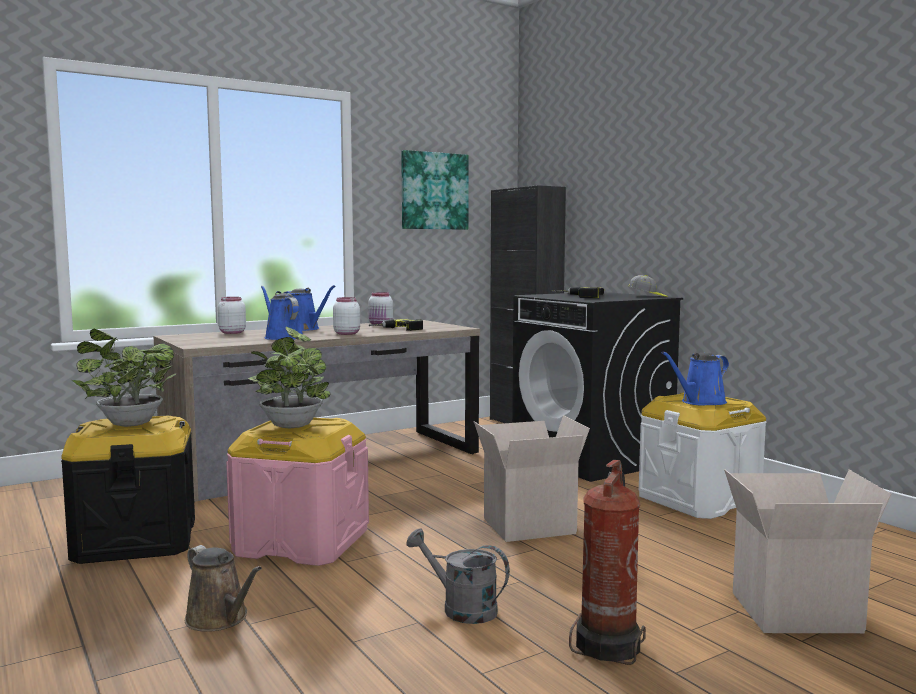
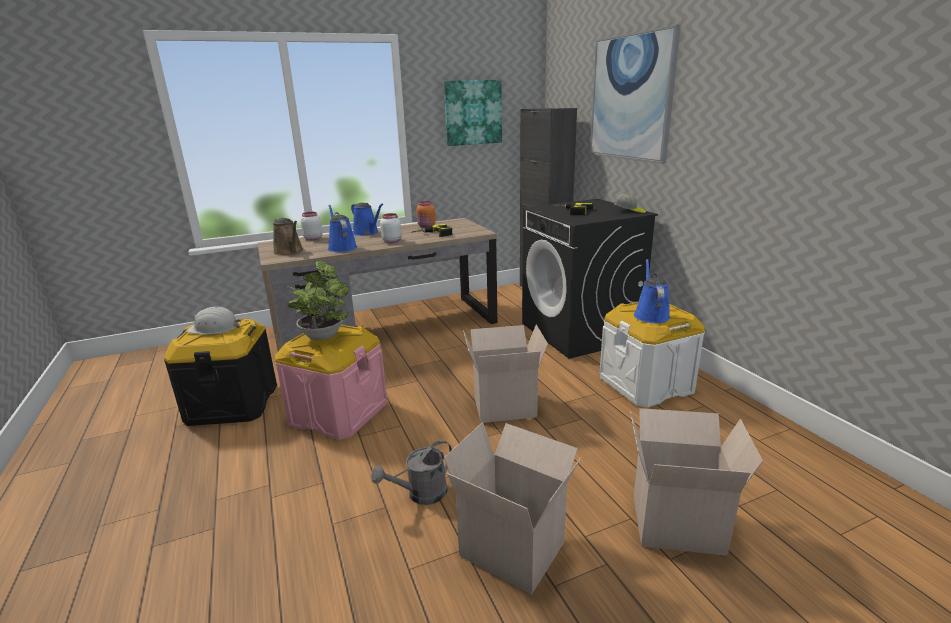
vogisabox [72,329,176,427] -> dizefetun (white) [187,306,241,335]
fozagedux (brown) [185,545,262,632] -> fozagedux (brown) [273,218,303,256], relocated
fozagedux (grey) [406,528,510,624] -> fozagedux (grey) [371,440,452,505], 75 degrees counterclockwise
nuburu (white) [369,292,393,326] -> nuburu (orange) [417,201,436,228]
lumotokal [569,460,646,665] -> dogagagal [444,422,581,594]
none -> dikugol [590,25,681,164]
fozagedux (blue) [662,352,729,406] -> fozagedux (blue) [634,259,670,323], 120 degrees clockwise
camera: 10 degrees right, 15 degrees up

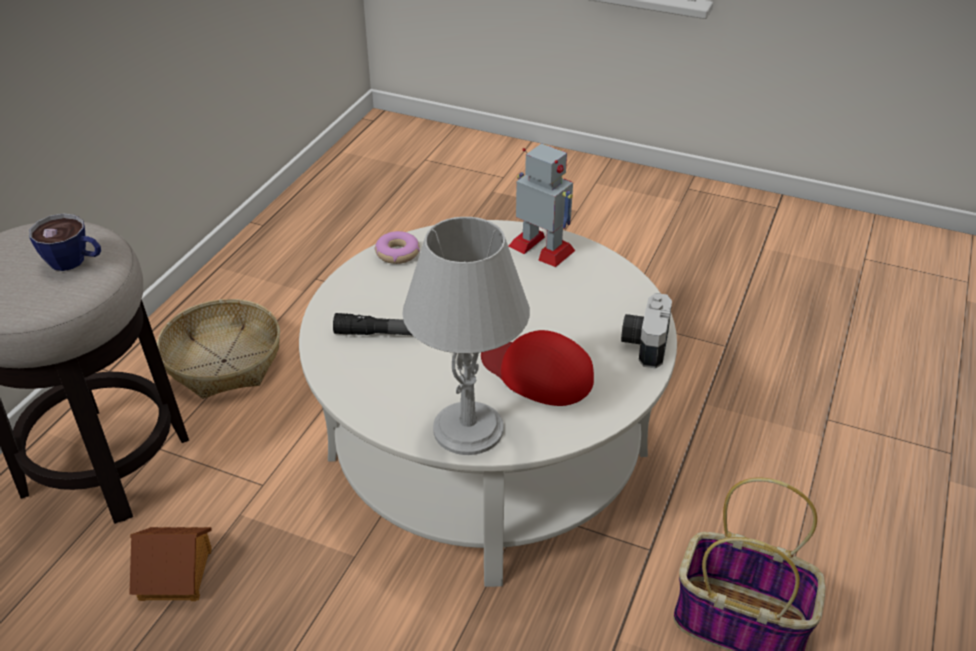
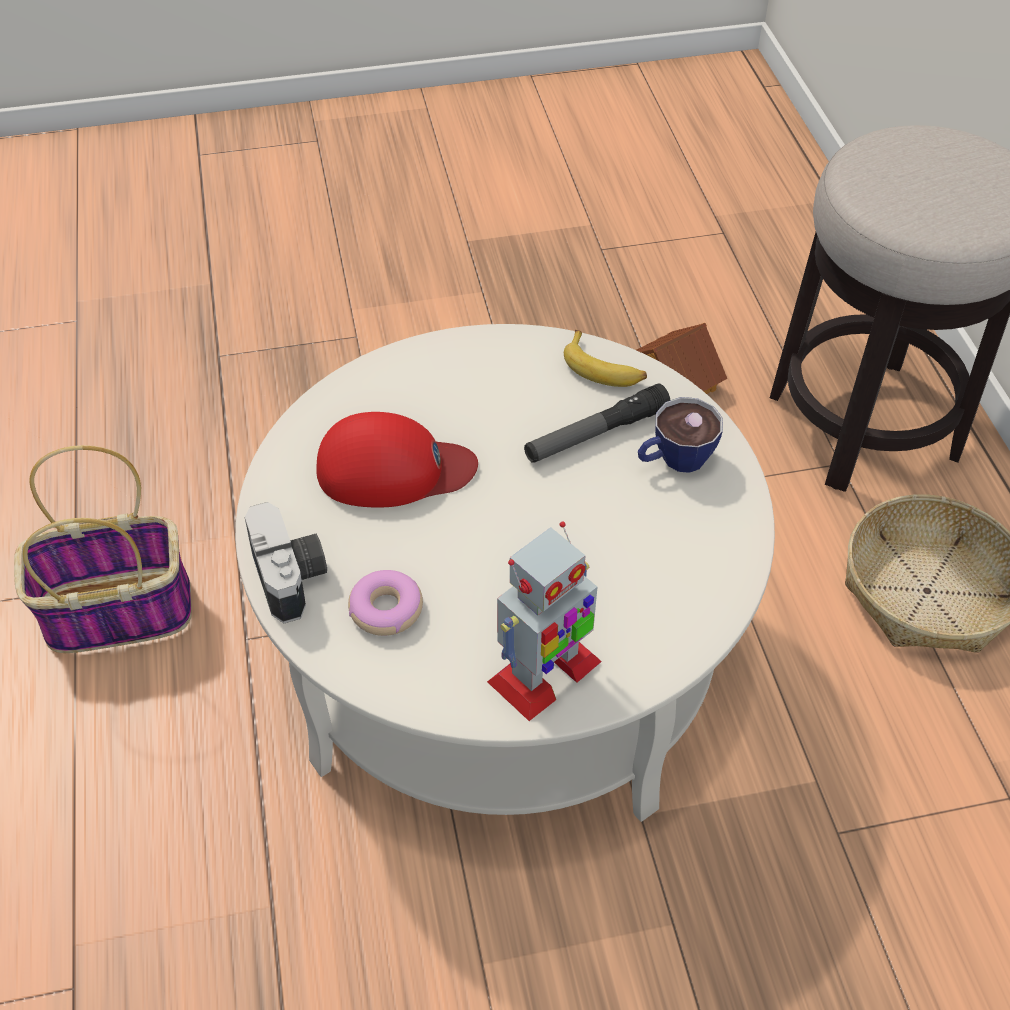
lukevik [375,231,420,264] -> lukevik [348,570,423,636], relocated
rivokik [508,143,575,267] -> rivokik [487,521,602,721], 45 degrees counterclockwise
none -> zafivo [564,330,647,387]
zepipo [29,213,101,271] -> zepipo [638,397,723,473], relocated
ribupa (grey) [402,217,530,455] -> none
camera: 145 degrees right, 10 degrees up

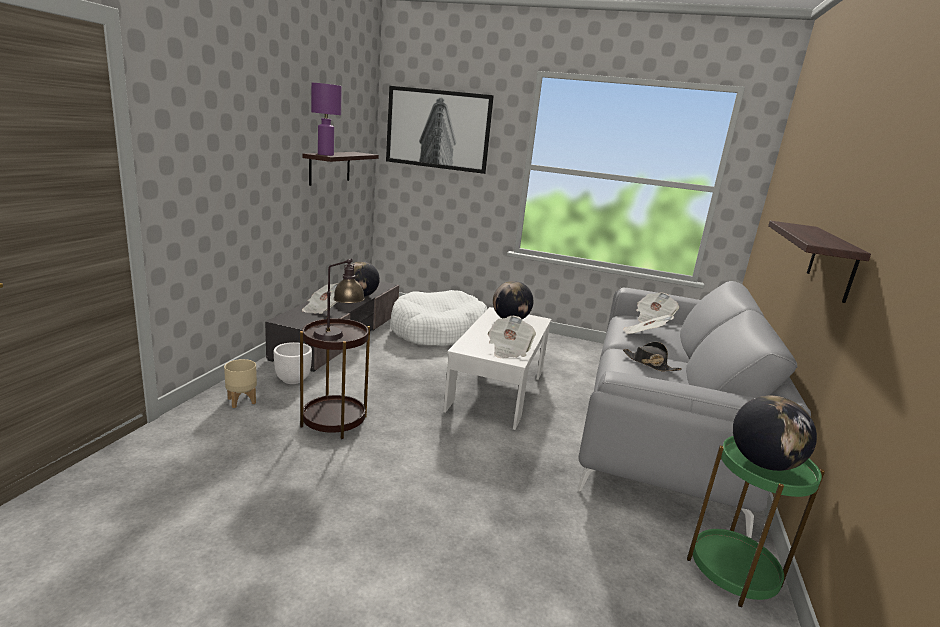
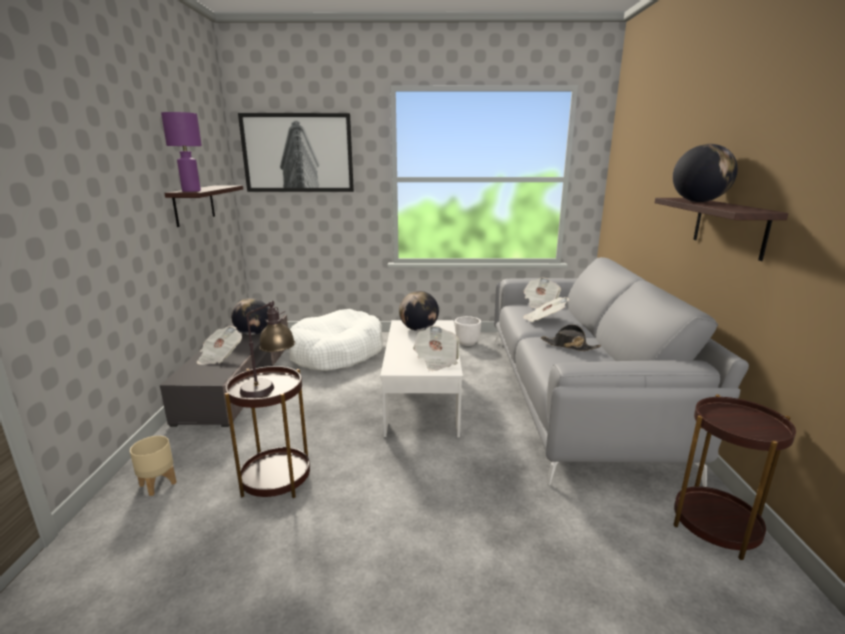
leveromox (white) [274,342,312,384] -> leveromox (white) [455,316,481,346], relocated
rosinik [733,396,817,471] -> rosinik [673,144,738,202], relocated
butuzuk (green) [687,436,825,607] -> butuzuk (brown) [674,394,796,560]
camera: 15 degrees left, 0 degrees up

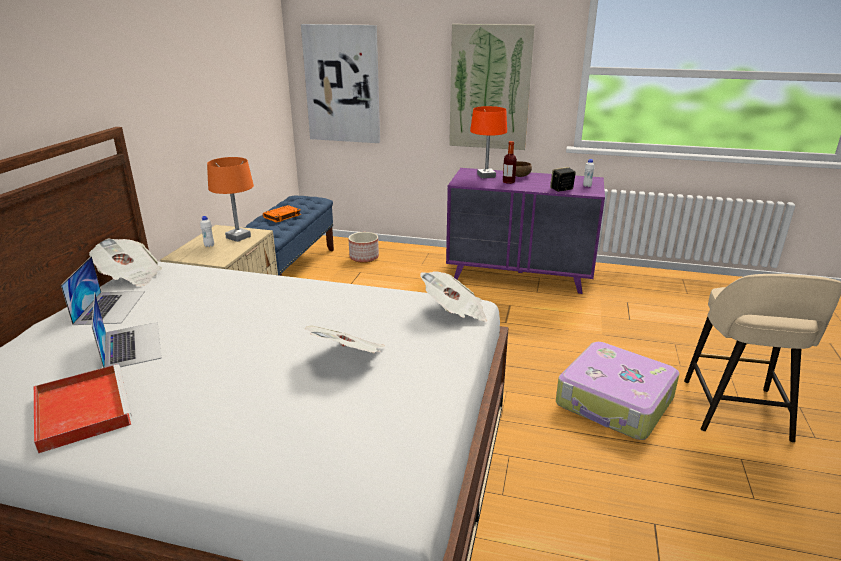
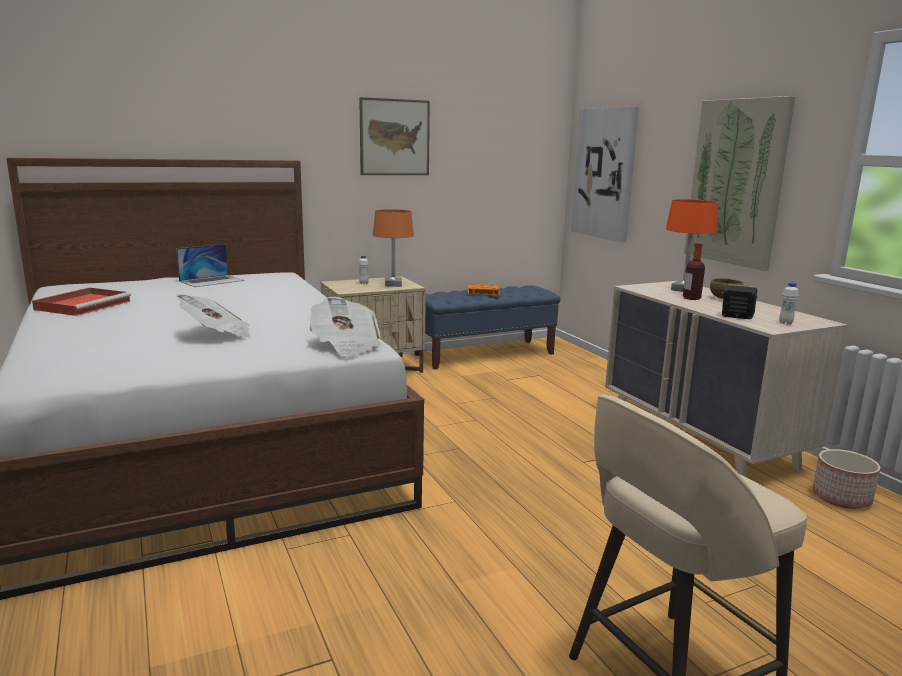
none -> dikugol [359,97,430,175]
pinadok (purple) [446,168,605,294] -> pinadok (beige) [605,281,848,478]
leveromox [348,232,379,263] -> leveromox [813,449,880,509], relocated
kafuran [89,238,162,286] -> none
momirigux [92,292,162,368] -> none
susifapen [556,342,680,440] -> none
camera: 50 degrees right, 10 degrees down

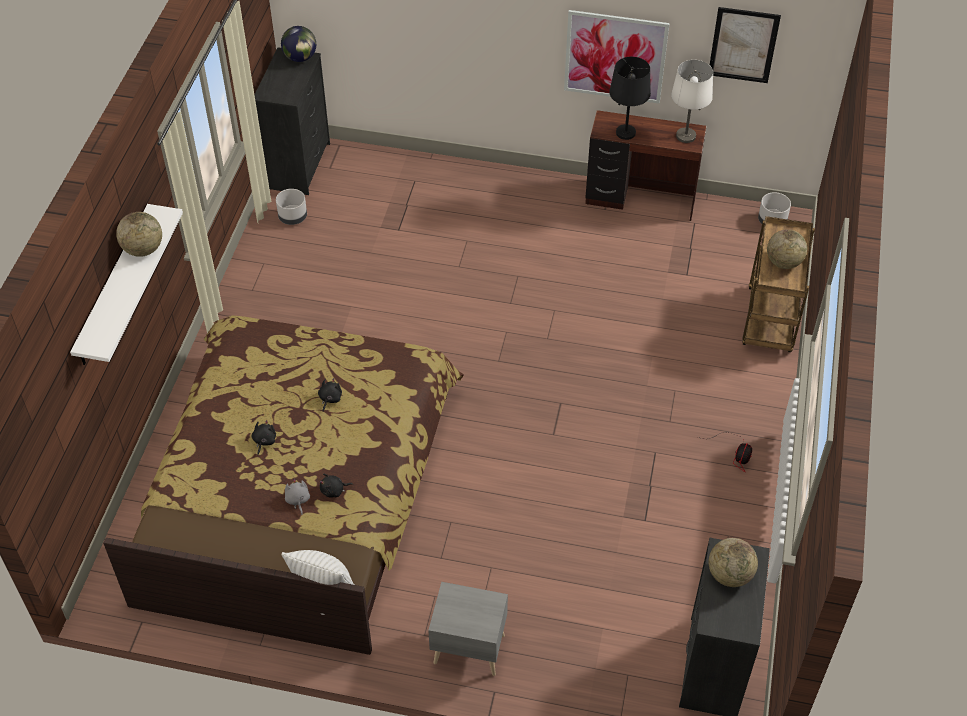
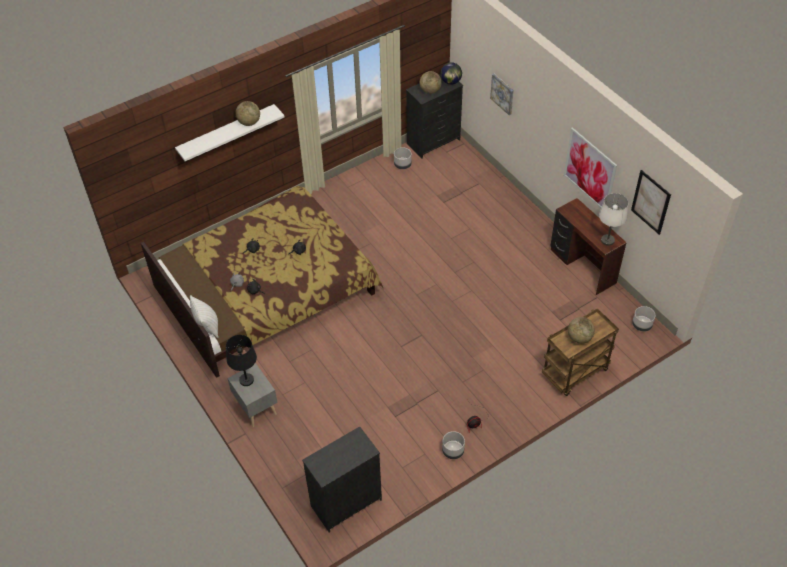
ribupa (black) [609,57,651,140] -> ribupa (black) [226,335,257,386], relocated
rosinik [708,538,758,587] -> rosinik [420,71,442,94], relocated
none -> leveromox (grey) [442,431,465,459]
none -> dikugol [490,74,514,115]
camera: 45 degrees right, 0 degrees up

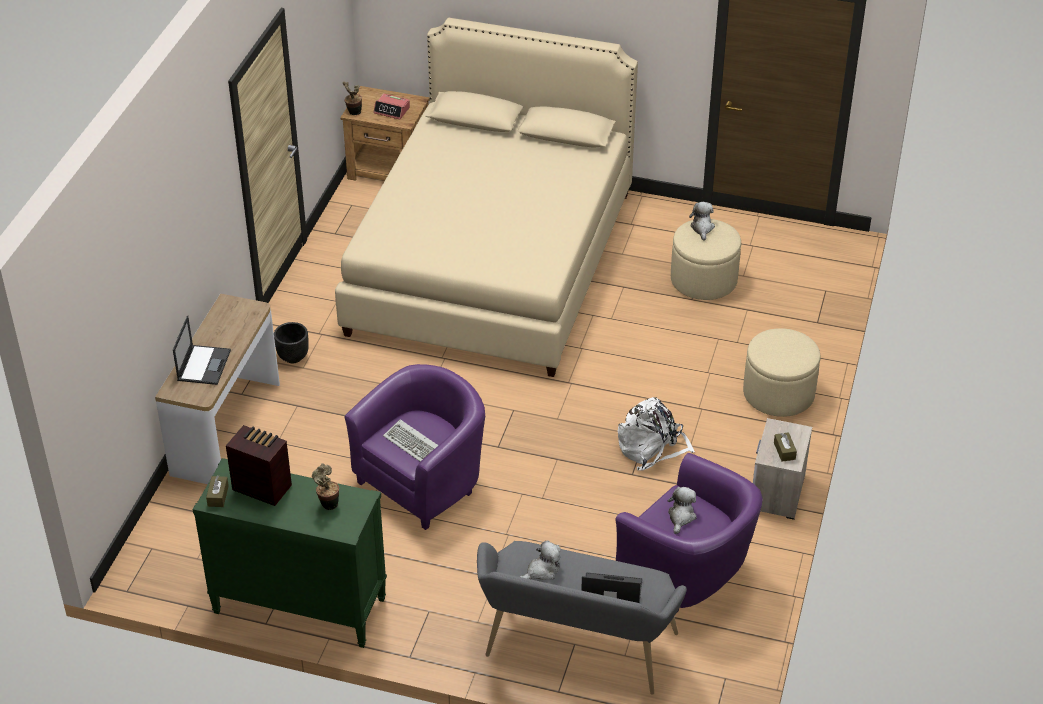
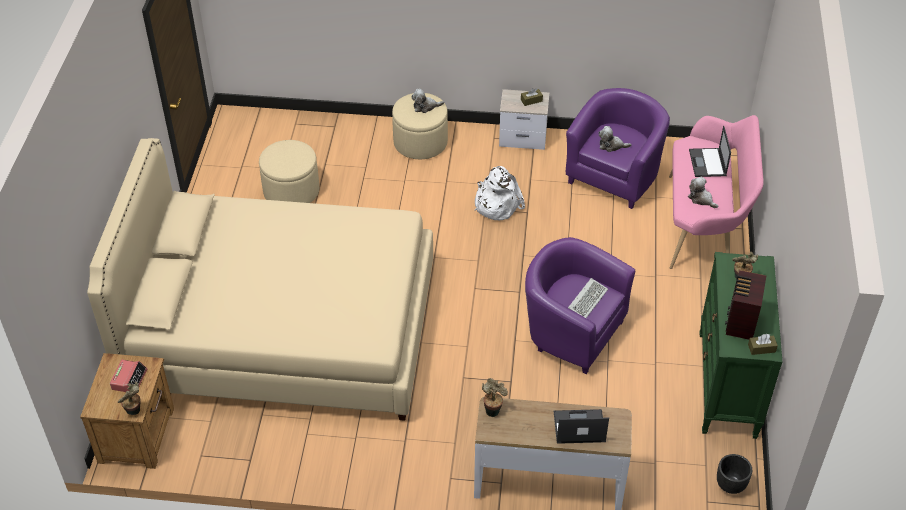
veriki [689,202,715,241] -> veriki [411,89,444,113], relocated
none -> vogisabox [482,378,508,417]
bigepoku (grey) [477,541,687,695] -> bigepoku (pink) [669,115,764,269]
leveromox (black) [274,322,309,363] -> leveromox (black) [717,454,752,494], relocated
camera: 100 degrees left, 5 degrees up

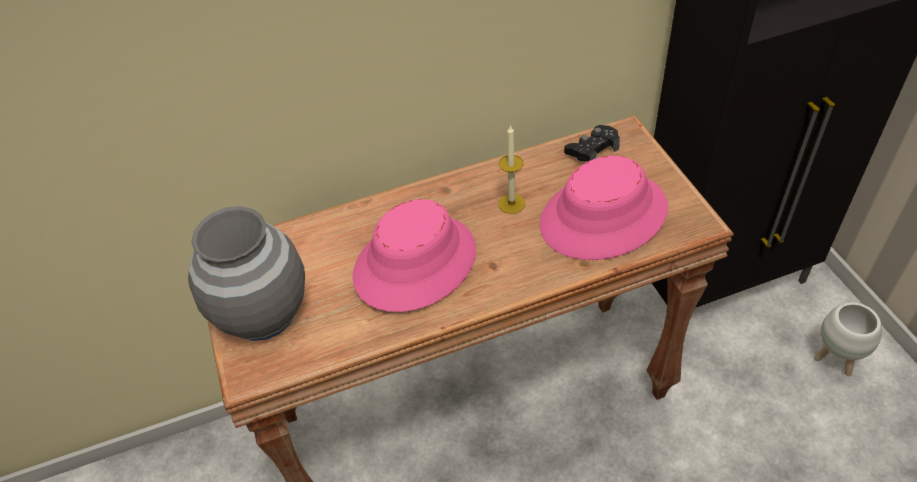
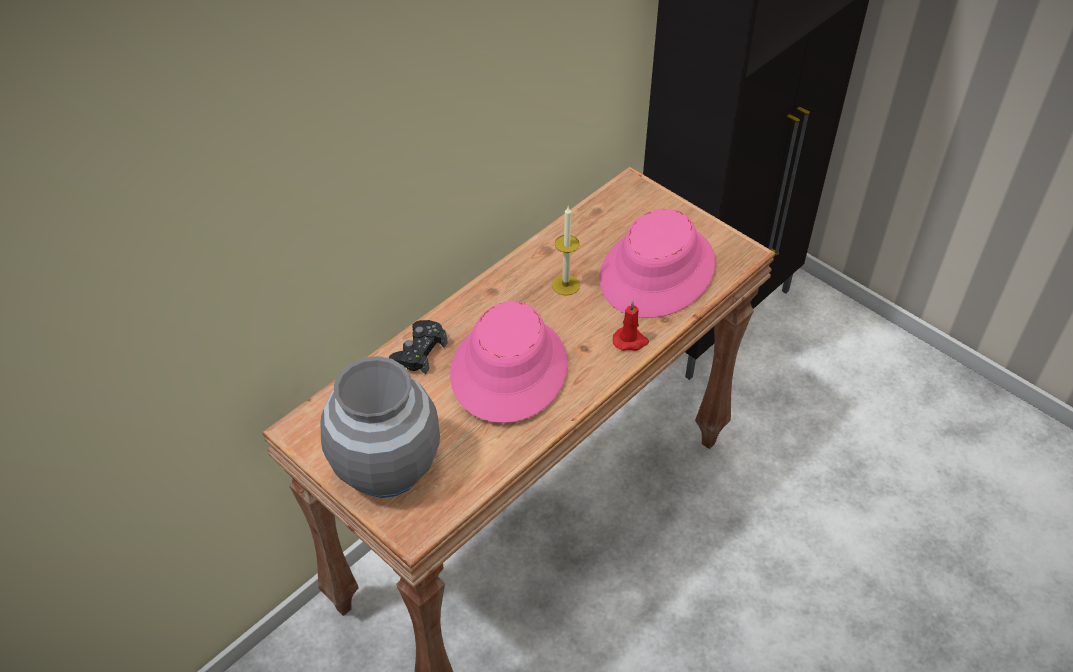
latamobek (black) [564,125,620,162] -> latamobek (black) [388,320,448,375], relocated
none -> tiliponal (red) [613,301,649,351]
leveromox (white) [814,302,882,376] -> none
camera: 30 degrees left, 0 degrees up

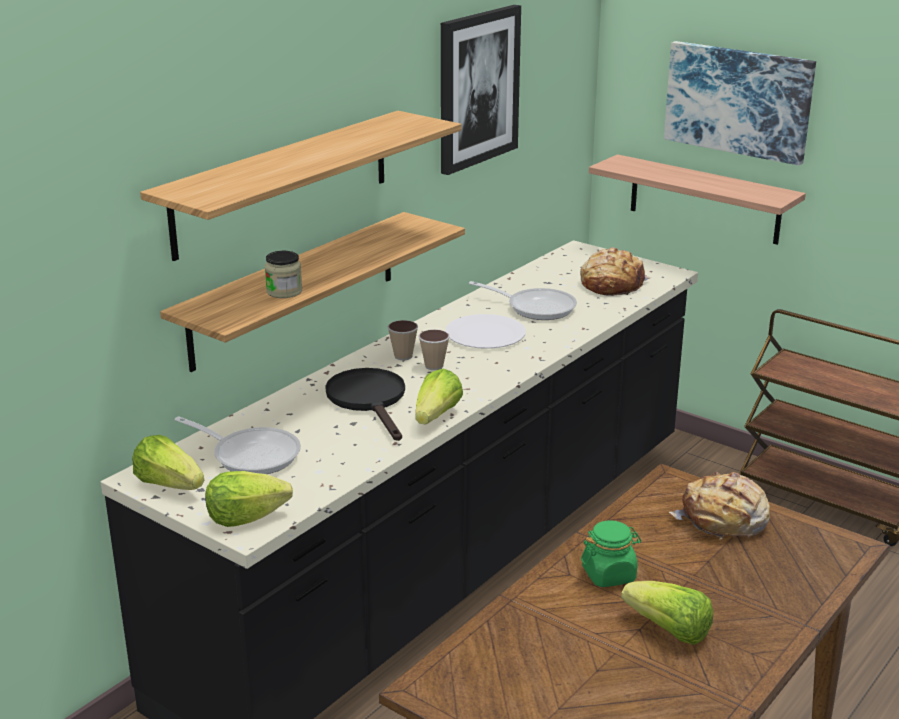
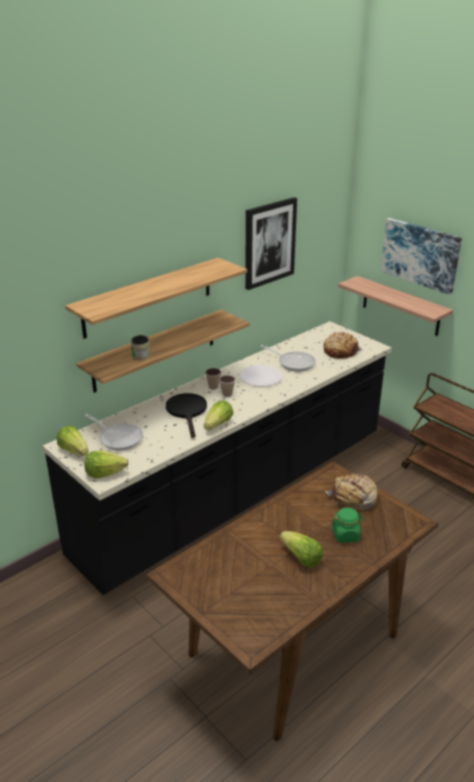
nuburu (green) [581,520,641,587] -> nuburu (green) [331,508,364,543], relocated
camera: 10 degrees right, 5 degrees up

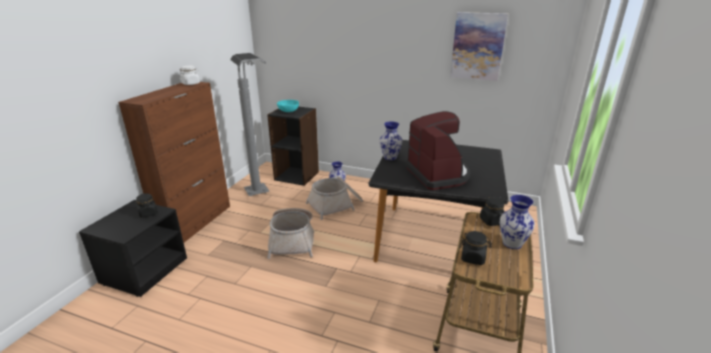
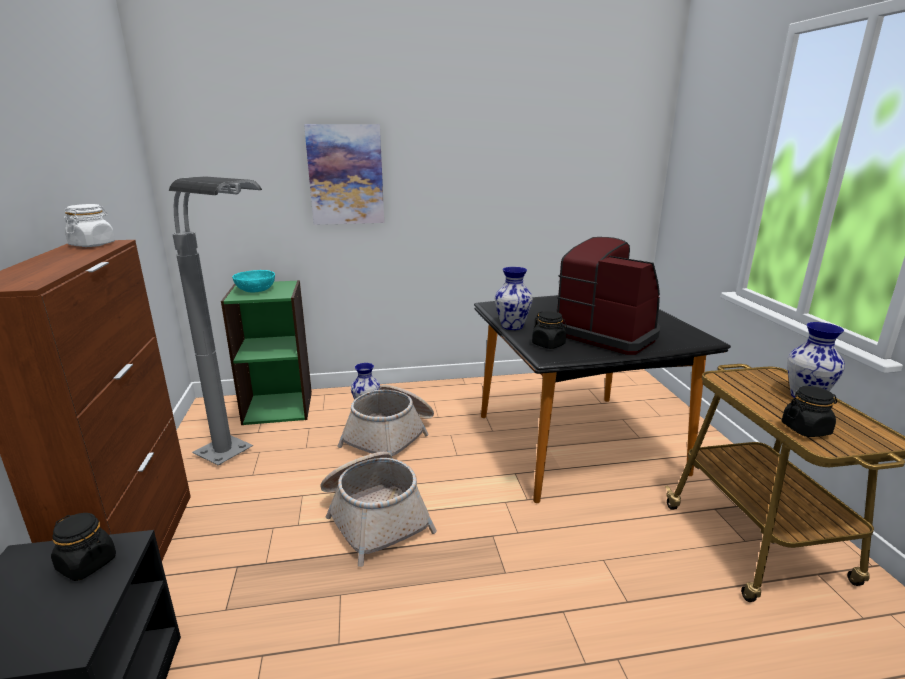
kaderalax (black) [267,107,319,186] -> kaderalax (green) [221,280,312,425]
dikugol [450,12,508,81] -> dikugol [304,124,384,225], relocated
nuburu (black) [480,197,505,226] -> nuburu (black) [532,311,567,349], relocated
camera: 30 degrees left, 5 degrees down

